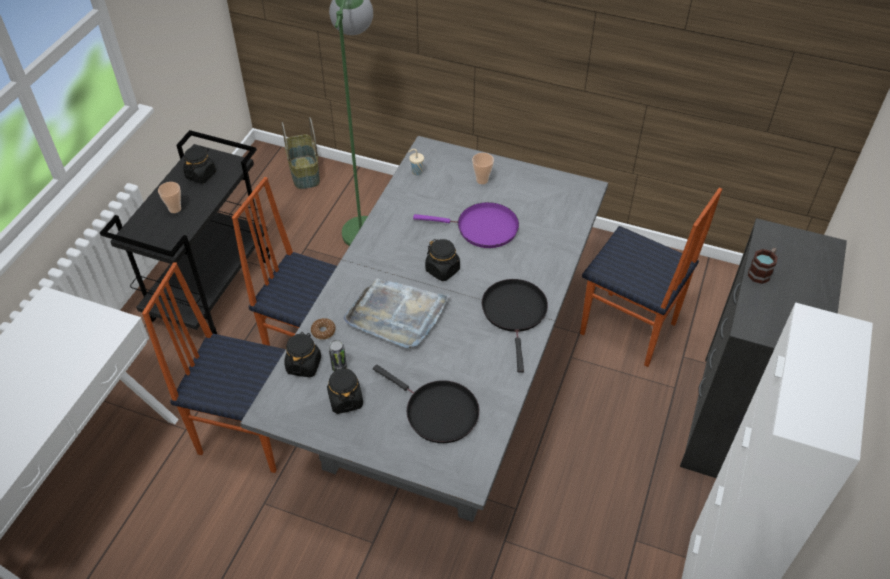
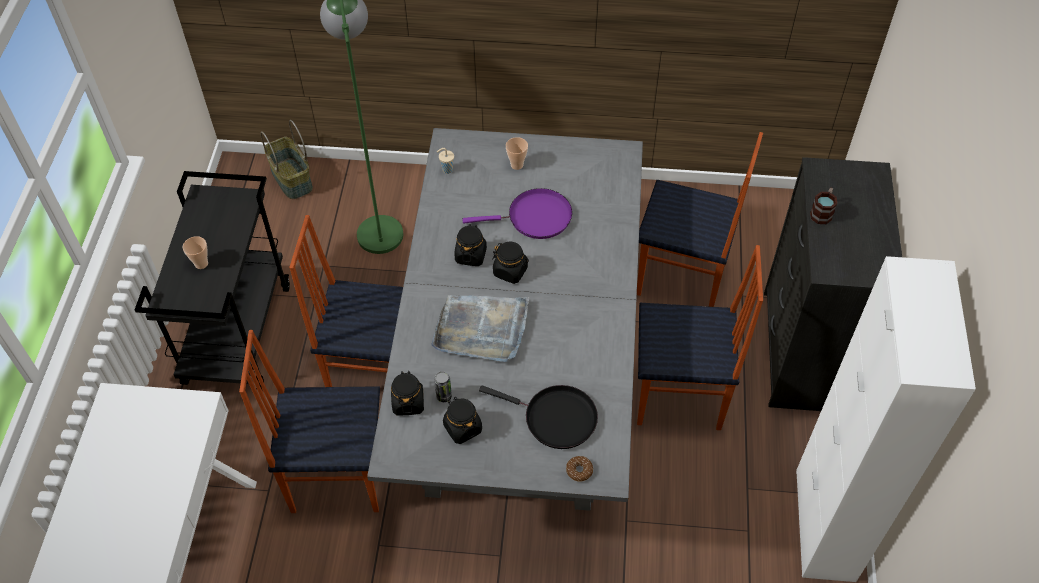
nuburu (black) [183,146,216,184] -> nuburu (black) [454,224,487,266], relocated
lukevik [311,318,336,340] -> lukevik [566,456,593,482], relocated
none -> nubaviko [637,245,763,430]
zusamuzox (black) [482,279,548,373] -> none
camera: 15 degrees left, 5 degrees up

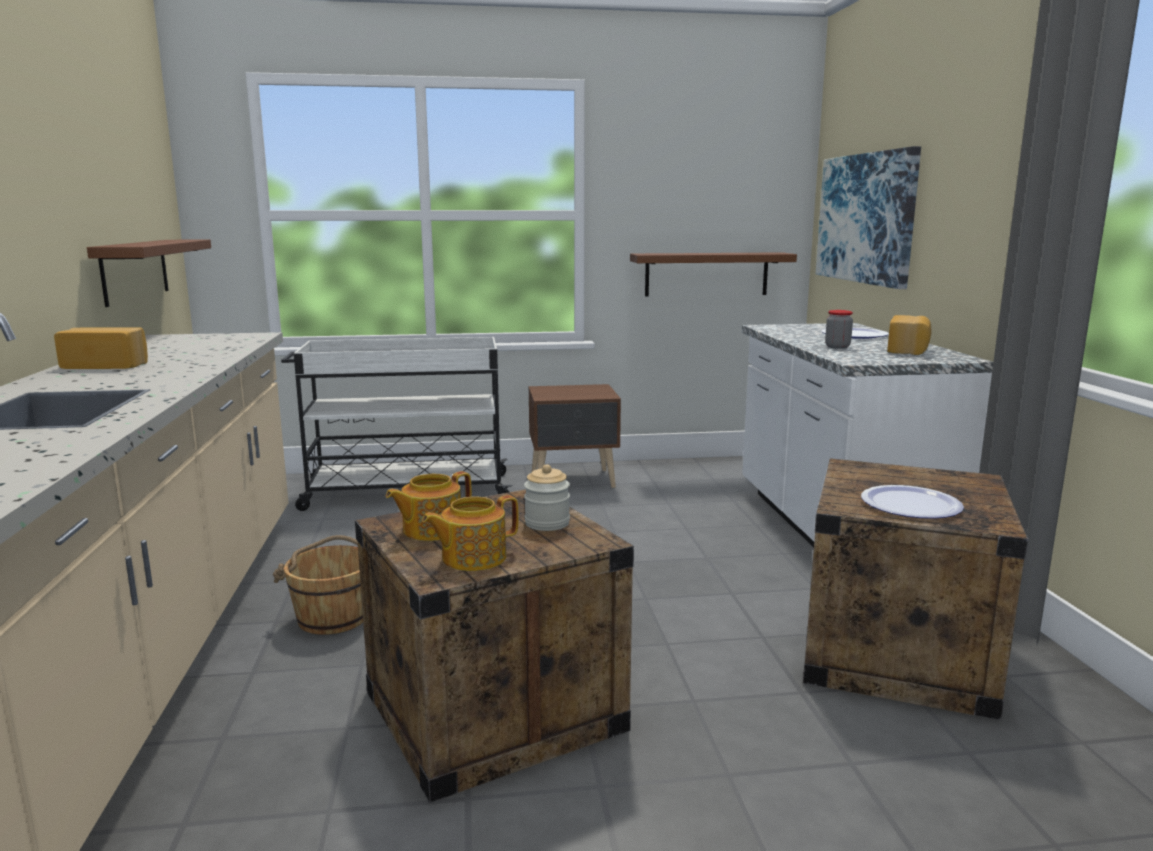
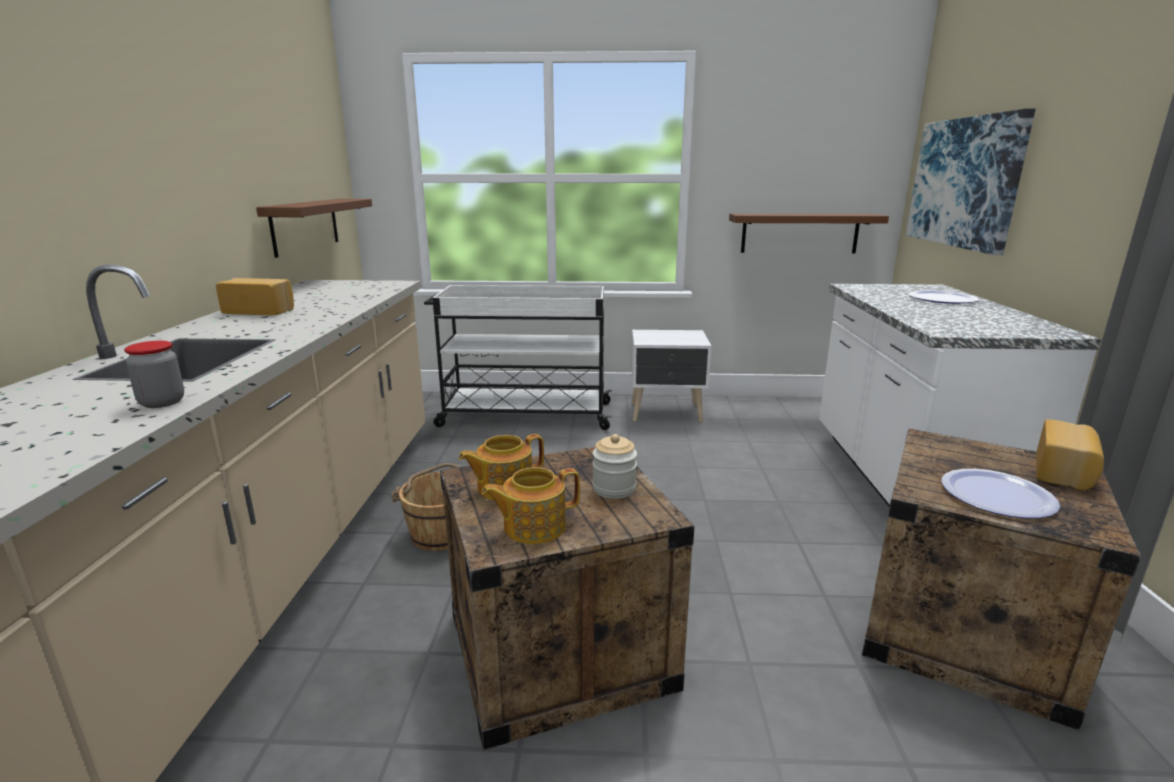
nuburu [825,310,853,349] -> nuburu [124,341,184,408], relocated
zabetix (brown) [529,384,621,488] -> zabetix (white) [631,330,711,422]
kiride [887,315,931,355] -> kiride [1036,420,1104,490], relocated
camera: 10 degrees right, 5 degrees up

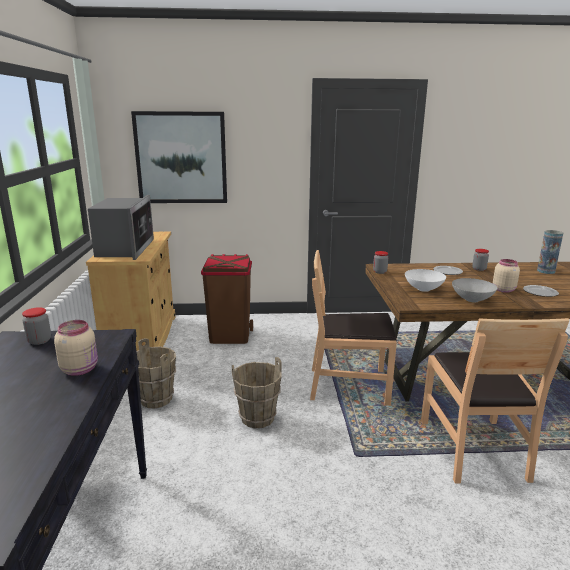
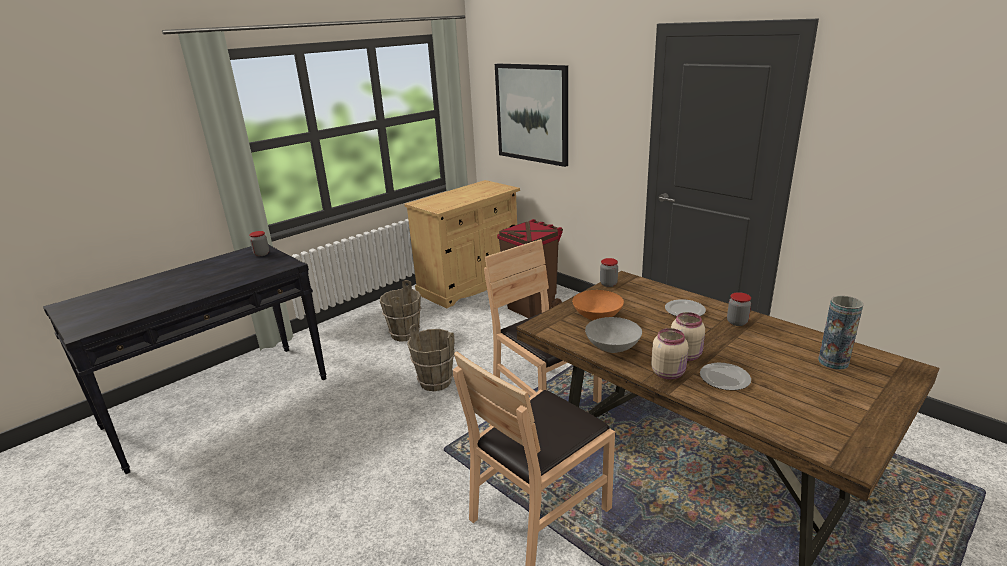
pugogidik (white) [405,269,446,292] -> pugogidik (orange) [572,290,624,320]
nuburu (beige) [54,320,98,376] -> nuburu (beige) [651,328,688,380], relocated
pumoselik [88,195,154,260] -> none
camera: 50 degrees right, 5 degrees up

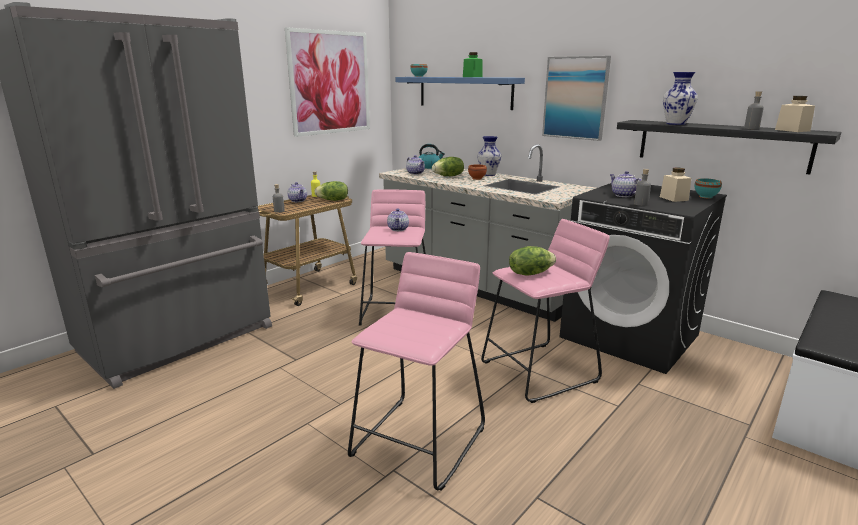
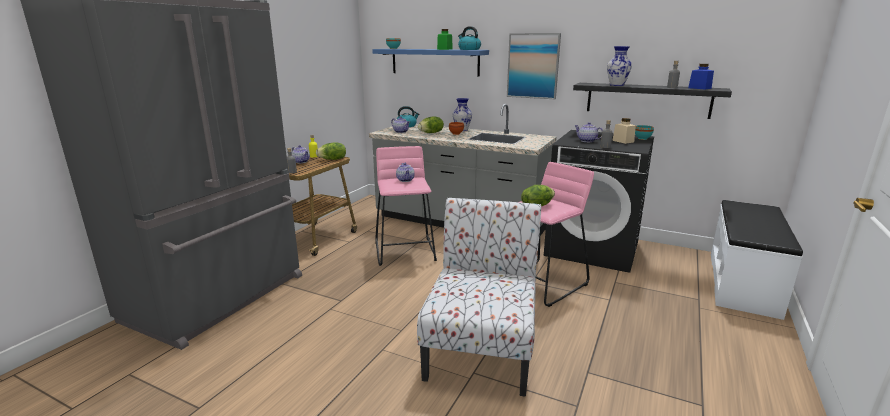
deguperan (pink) [348,252,485,491] -> nubaviko [417,198,541,397]
none -> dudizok [458,26,481,50]
nuburu (beige) [775,96,815,132] -> nuburu (blue) [688,64,714,90]
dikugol [285,27,370,137] -> none
camera: 15 degrees left, 0 degrees up

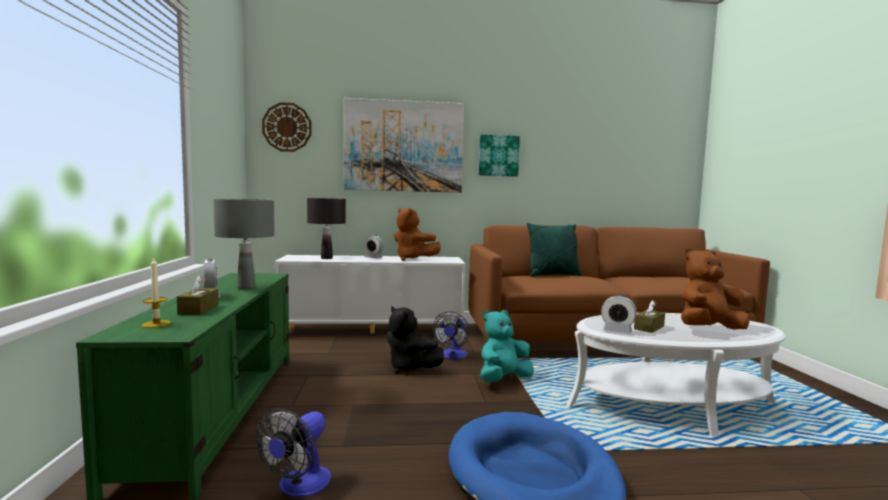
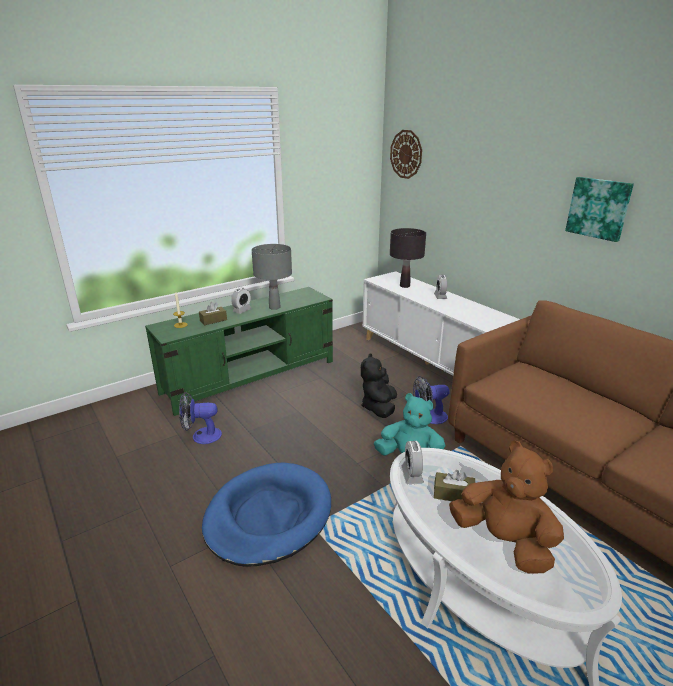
dikugol [344,98,464,193] -> none
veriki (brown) [394,208,441,261] -> none
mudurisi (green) [527,223,581,277] -> none
camera: 60 degrees right, 20 degrees up

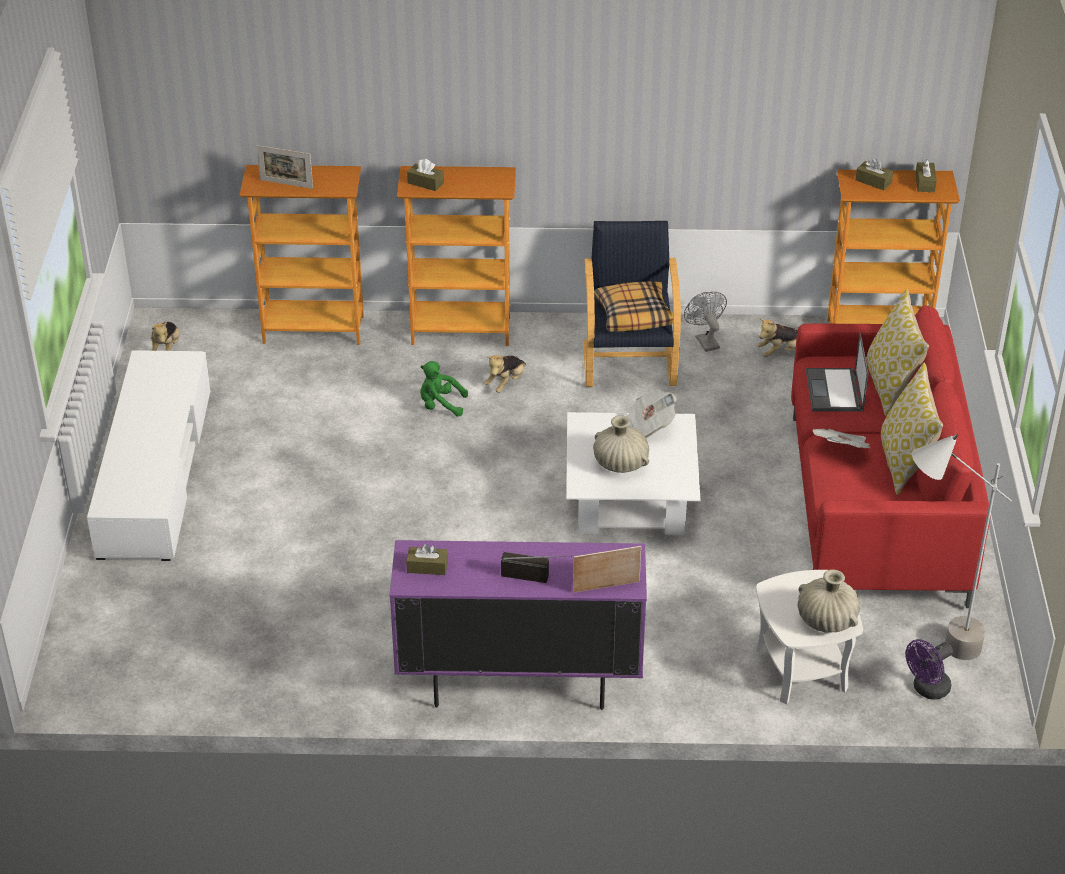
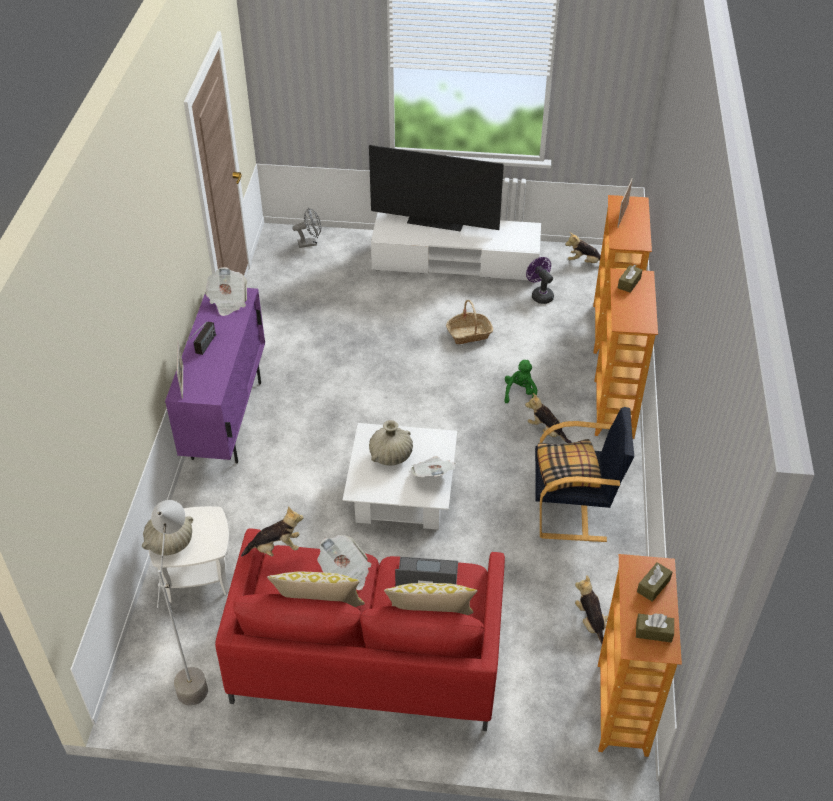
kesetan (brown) [406,544,448,575] -> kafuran [205,267,247,316]
none -> veriki [241,506,304,557]
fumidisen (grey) [684,292,727,352] -> fumidisen (grey) [292,208,321,248], relocated
none -> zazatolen [369,145,504,231]
none -> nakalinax [446,300,494,344]
fumidisen (purple) [906,639,953,700] -> fumidisen (purple) [526,257,554,304], relocated
camera: 95 degrees right, 5 degrees up

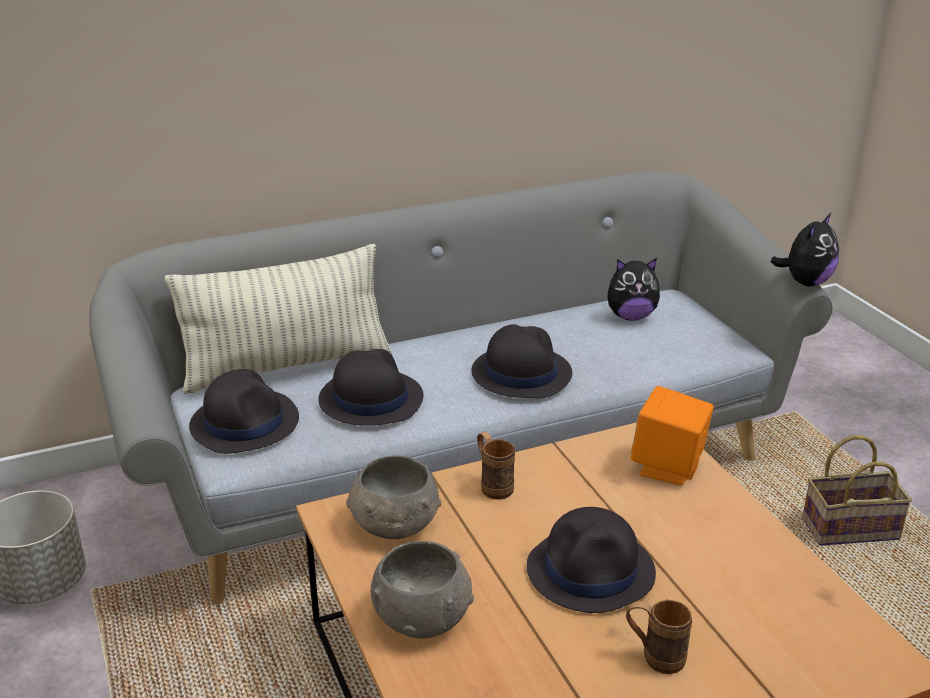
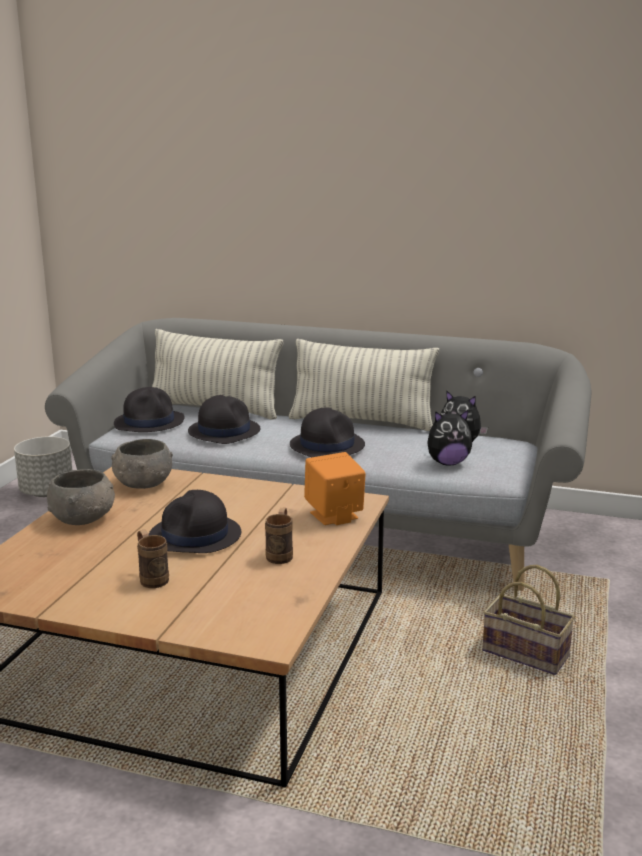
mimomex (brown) [477,431,515,500] -> mimomex (brown) [265,508,293,564], relocated
none -> mudurisi [289,339,439,431]
veriki [770,213,839,286] -> veriki [427,410,472,466], relocated
camera: 40 degrees right, 10 degrees down

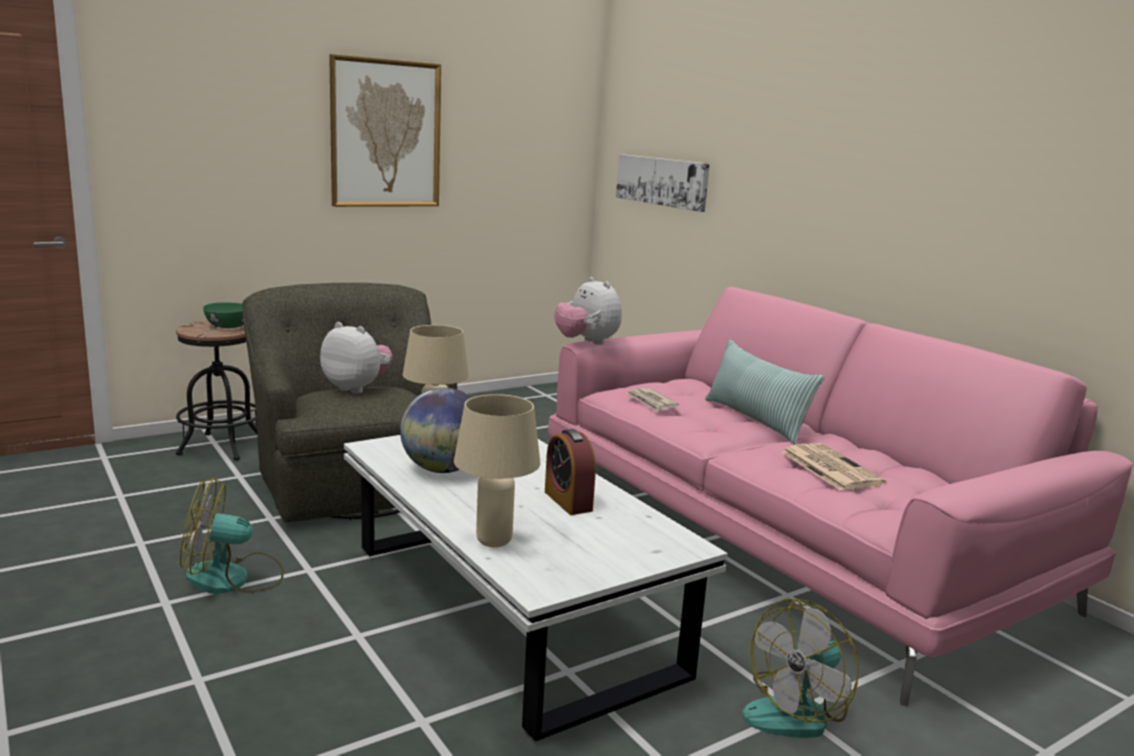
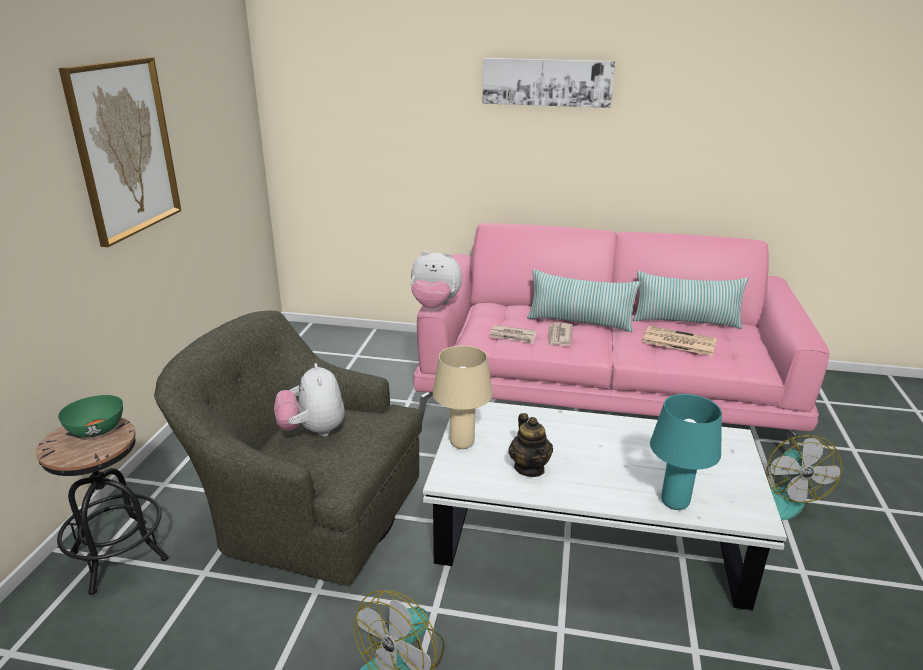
veriki [320,322,393,394] -> veriki [274,363,345,437], 90 degrees counterclockwise
dikugol [616,154,710,212] -> dikugol [482,58,615,108], relocated
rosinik [400,387,472,473] -> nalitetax [509,413,553,477]
none -> kafuran [548,323,573,346]
none -> mudurisi [633,271,748,329]
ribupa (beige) [454,394,540,547] -> ribupa (turquoise) [650,394,722,510]
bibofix [545,429,596,515] -> none
camera: 45 degrees left, 10 degrees up

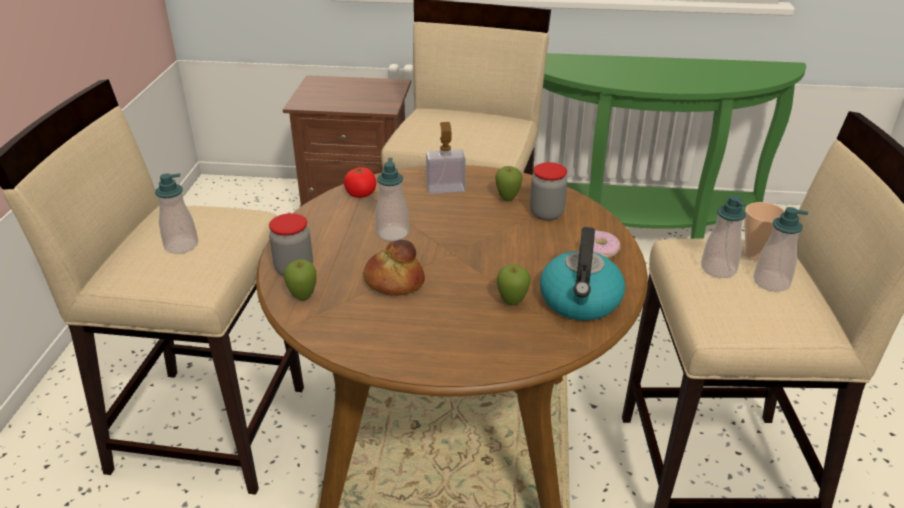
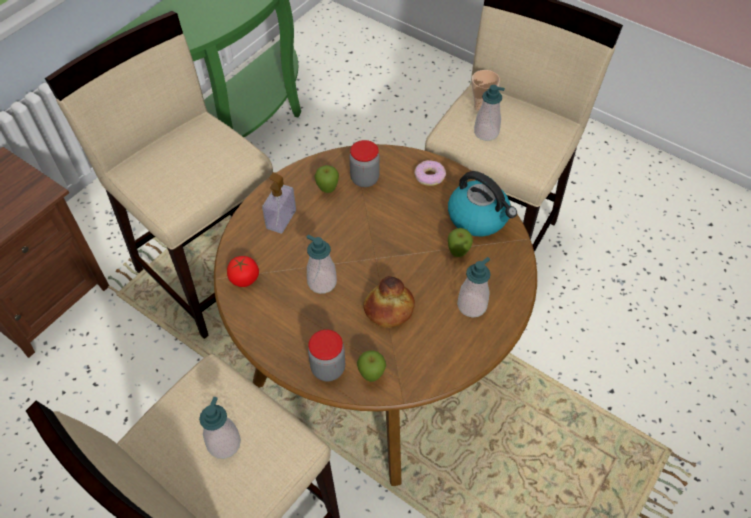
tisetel [753,207,808,292] -> tisetel [457,257,491,318], relocated
camera: 60 degrees left, 20 degrees up

